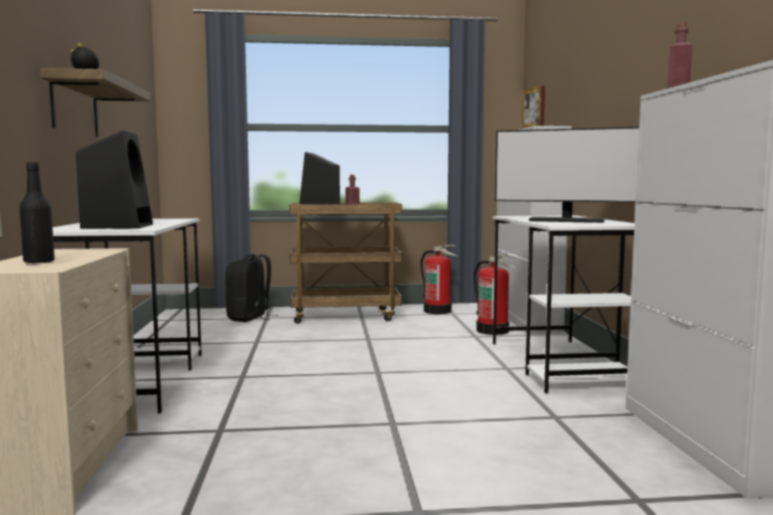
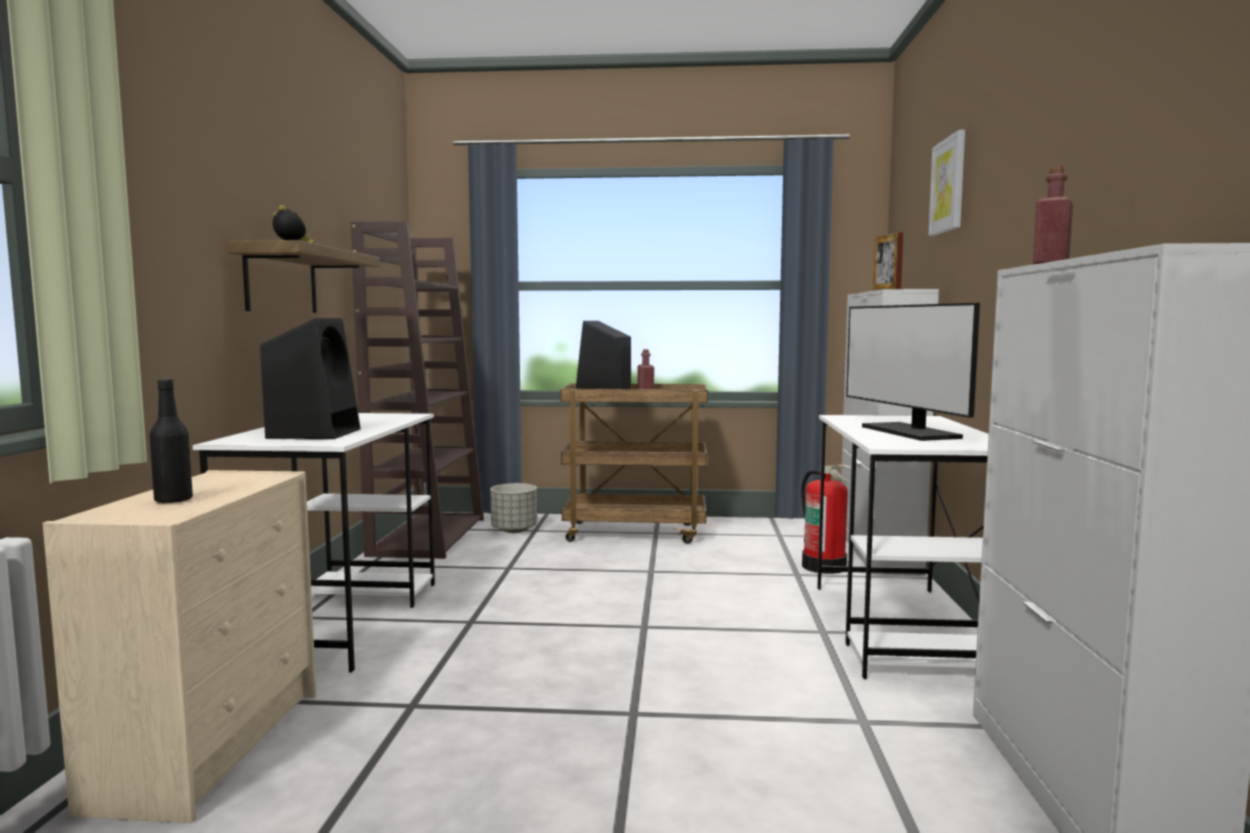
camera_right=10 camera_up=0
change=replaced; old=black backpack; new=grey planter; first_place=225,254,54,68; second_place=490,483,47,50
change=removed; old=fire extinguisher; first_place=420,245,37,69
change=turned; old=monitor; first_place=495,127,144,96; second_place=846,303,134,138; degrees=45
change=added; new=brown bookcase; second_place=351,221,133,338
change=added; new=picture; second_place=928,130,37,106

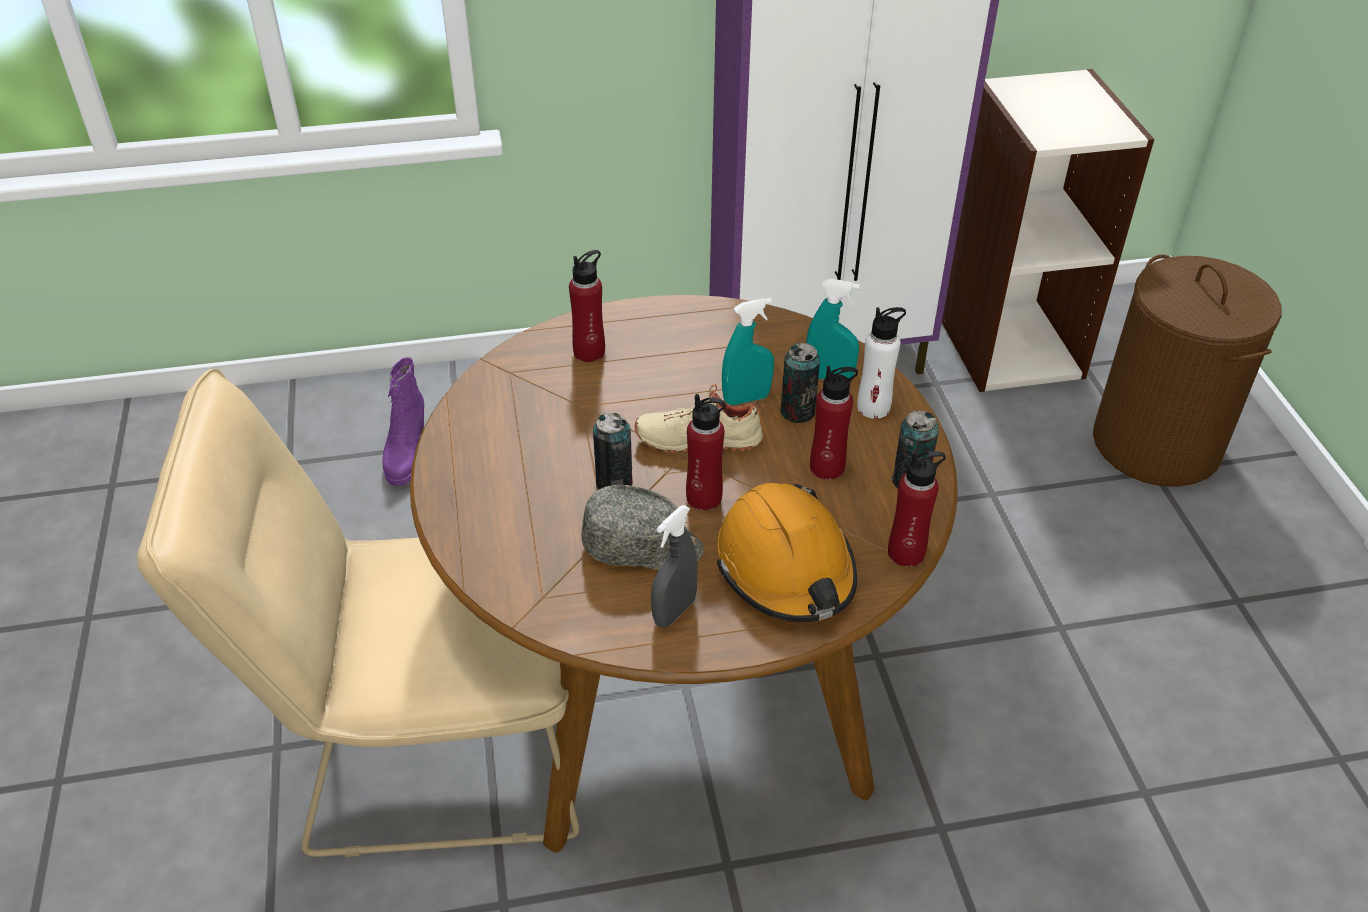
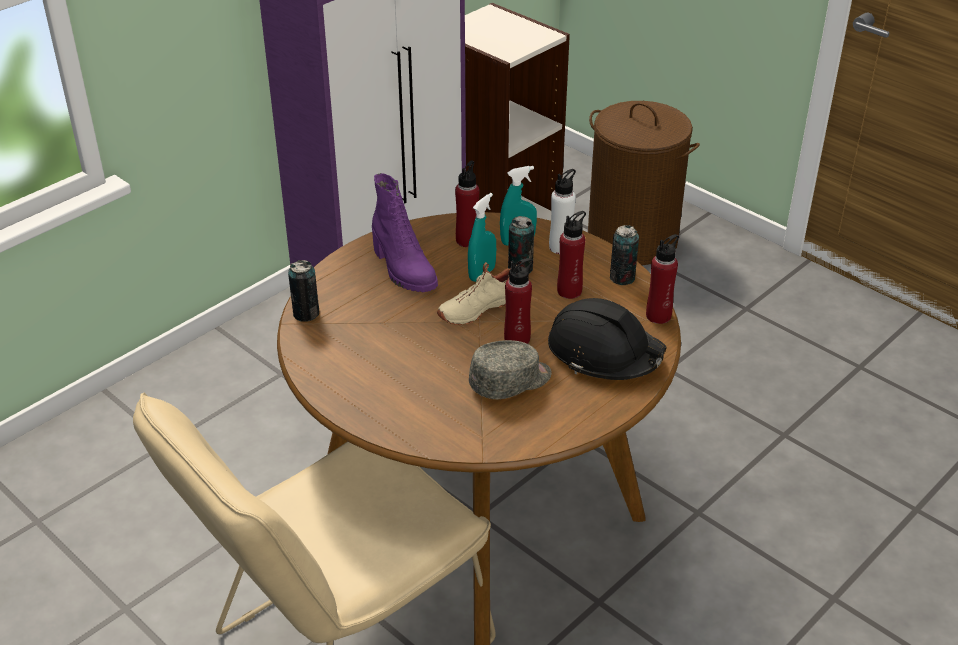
camera_right=-35 camera_up=-5
change=moved; old=purple boot; first_place=382,357,42,129; second_place=372,173,66,119
change=moved; old=red bottle; first_place=569,250,36,112; second_place=455,161,24,86
change=moved; old=can; first_place=593,413,40,77; second_place=288,260,31,62
change=removed; old=grey spray bottle; first_place=651,505,47,123
change=recoloured; old=orange hard hat; new=black hard hat; first_place=717,483,140,139; second_place=548,298,119,82

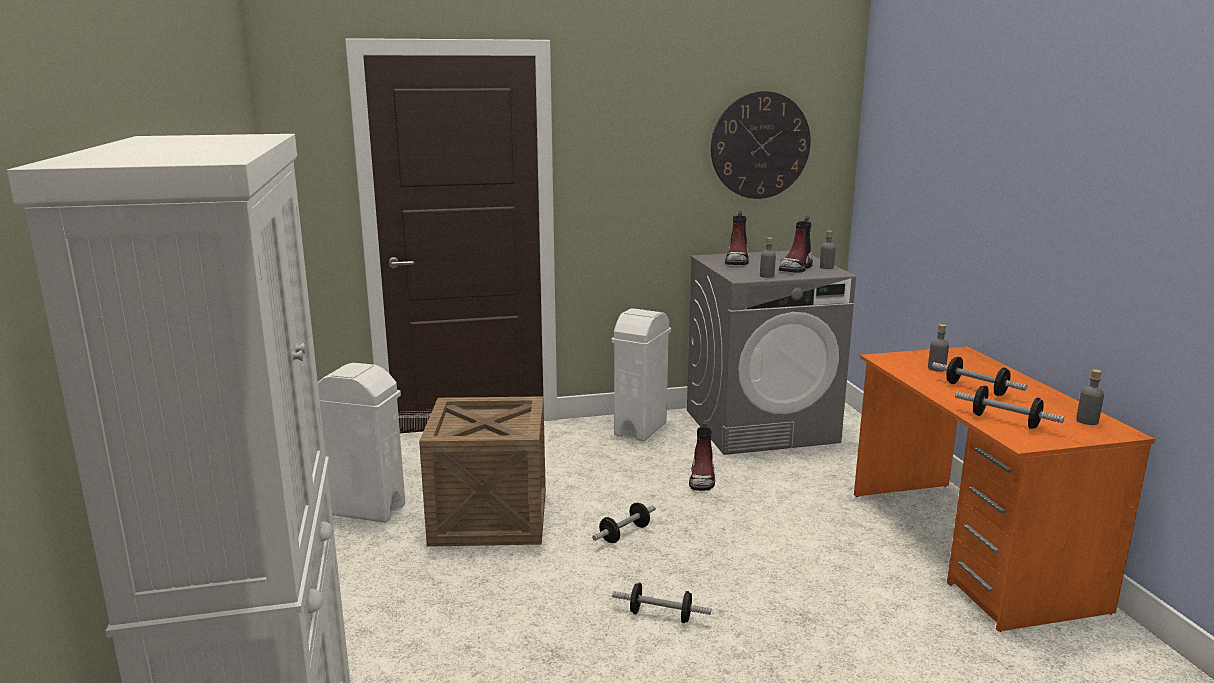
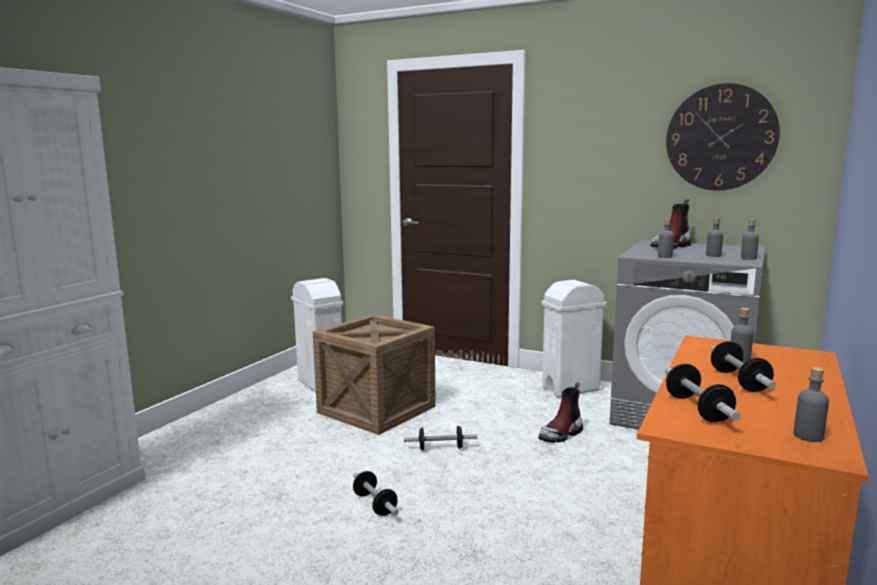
camera_right=40 camera_up=-5
change=replaced; old=boot; new=grey bottle; first_place=779,216,34,57; second_place=706,218,17,39

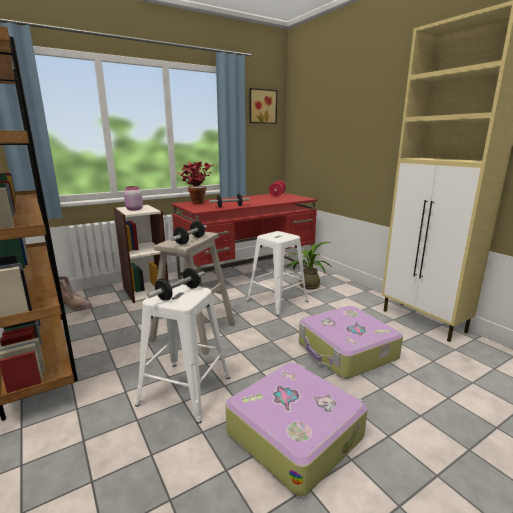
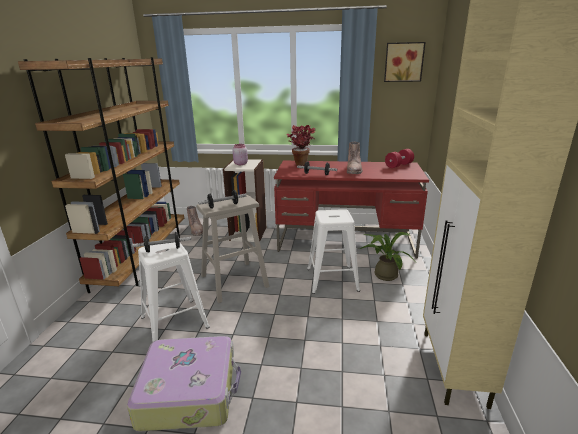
camera_right=40 camera_up=5
change=removed; old=suitcase; first_place=299,306,104,73
change=added; new=brown boot; second_place=347,142,16,32

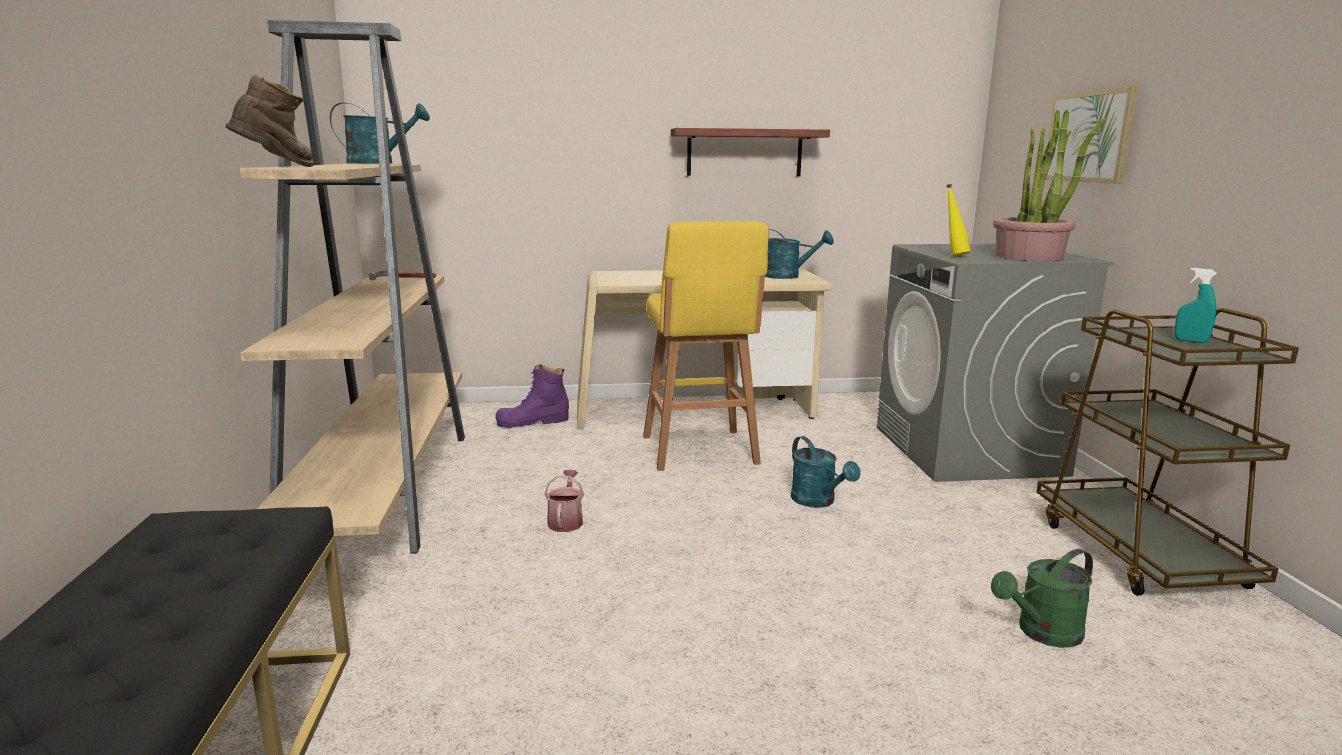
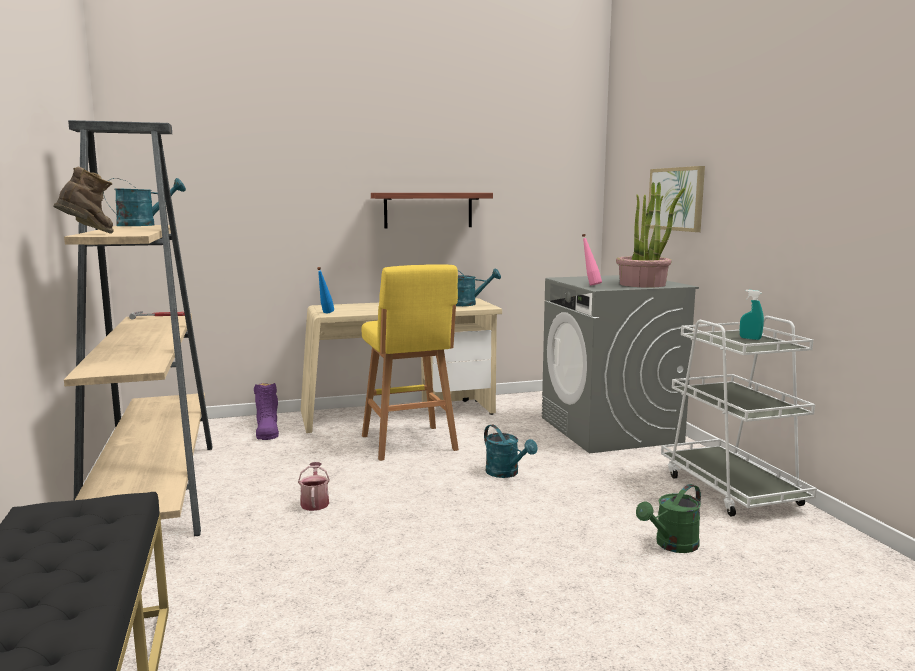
camera_right=-10 camera_up=-5
change=turned; old=purple boot; first_place=495,364,74,64; second_place=254,383,25,57; degrees=-75
change=recoloured; old=yellow bottle; new=pink bottle; first_place=946,184,24,72; second_place=582,234,20,52
change=recoloured; old=brown cart; new=white cart; first_place=1036,308,263,288; second_place=661,316,156,200
change=added; new=blue bottle; second_place=317,267,17,46

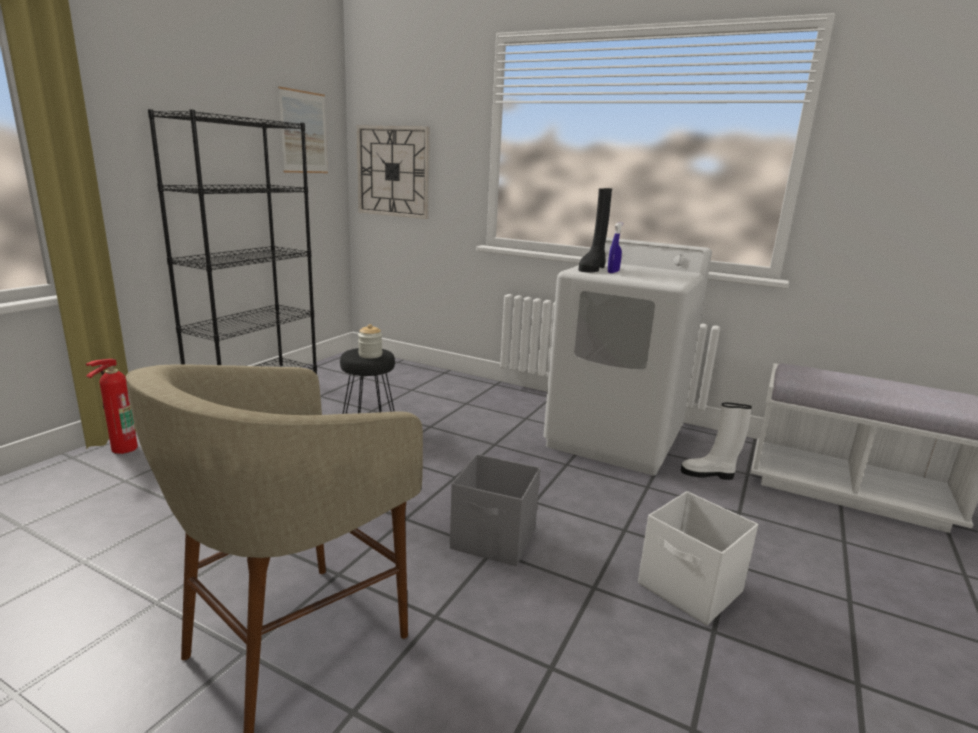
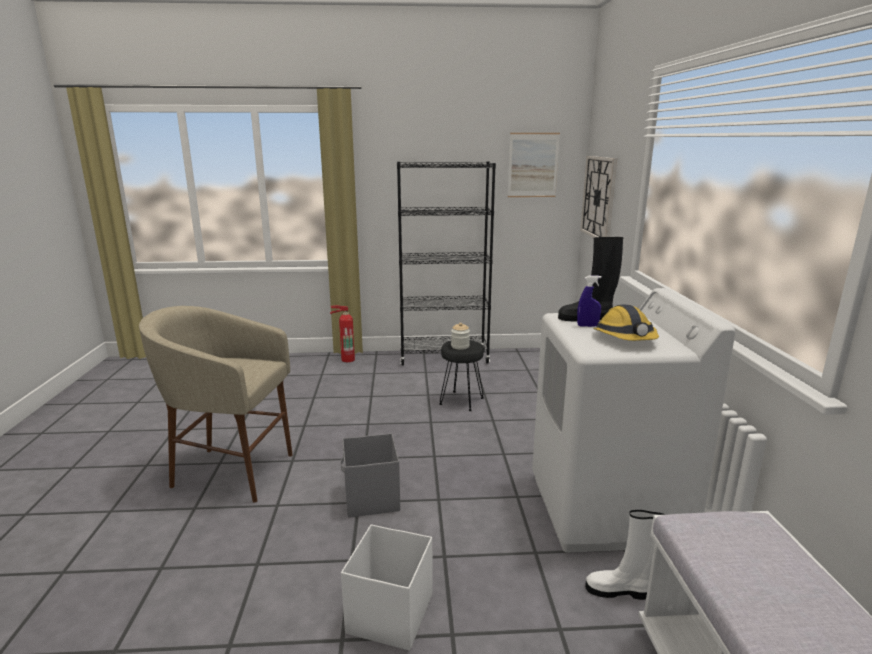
camera_right=60 camera_up=0
change=turned; old=white boot; first_place=681,403,71,77; second_place=585,510,80,90; degrees=-60
change=added; new=hard hat; second_place=593,305,66,36

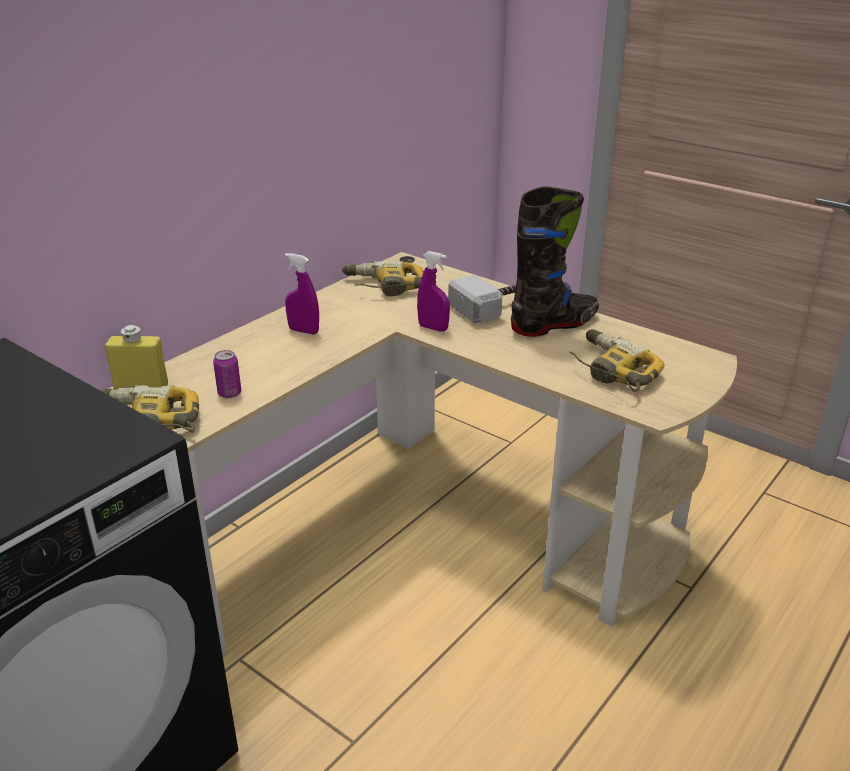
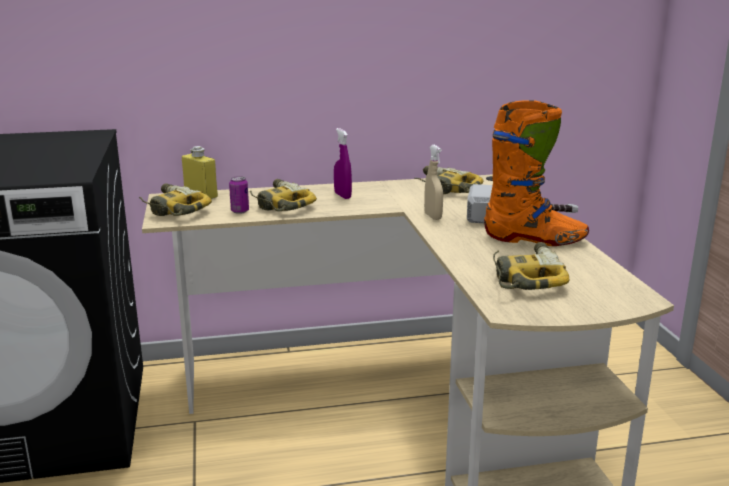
camera_right=40 camera_up=-10
change=recoloured; old=purple spray bottle; new=beige spray bottle; first_place=417,251,33,81; second_place=424,145,19,75
change=recoloured; old=black boot; new=orange boot; first_place=511,186,88,151; second_place=484,100,105,146
change=added; new=power drill; second_place=250,179,67,32

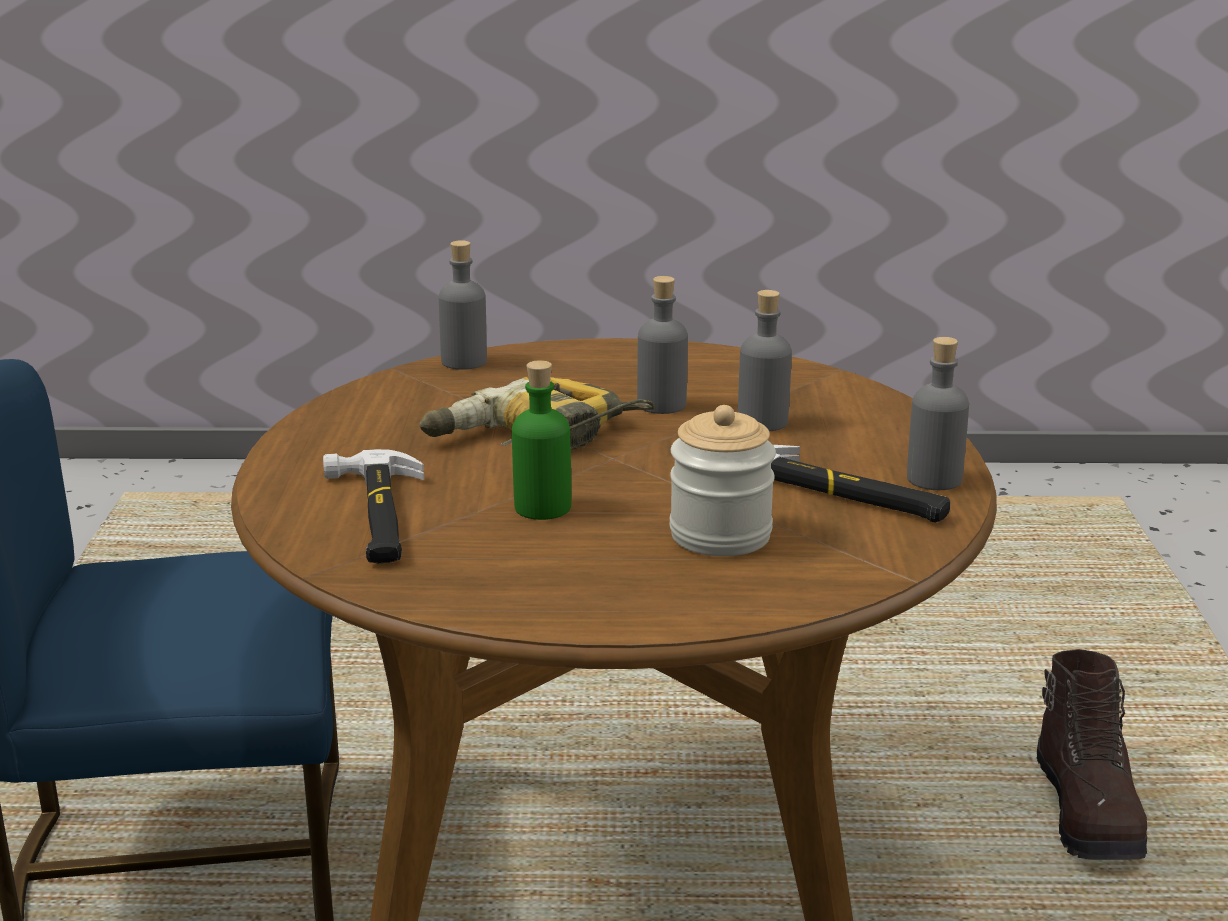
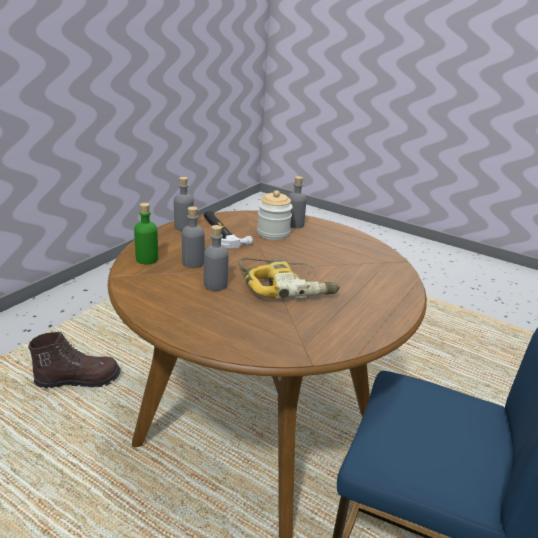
camera_right=-150 camera_up=5
change=removed; old=hammer; first_place=323,449,101,114
change=moved; old=grey bottle; first_place=439,240,48,130; second_place=288,176,19,52
change=moved; old=green bottle; first_place=512,360,59,160; second_place=134,203,24,61
change=turned; old=brown boot; first_place=1037,649,110,211; second_place=28,332,93,56; degrees=45

